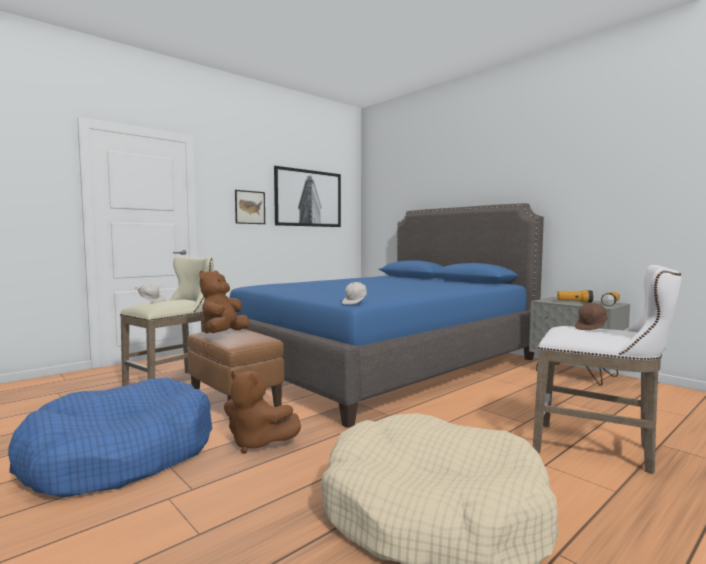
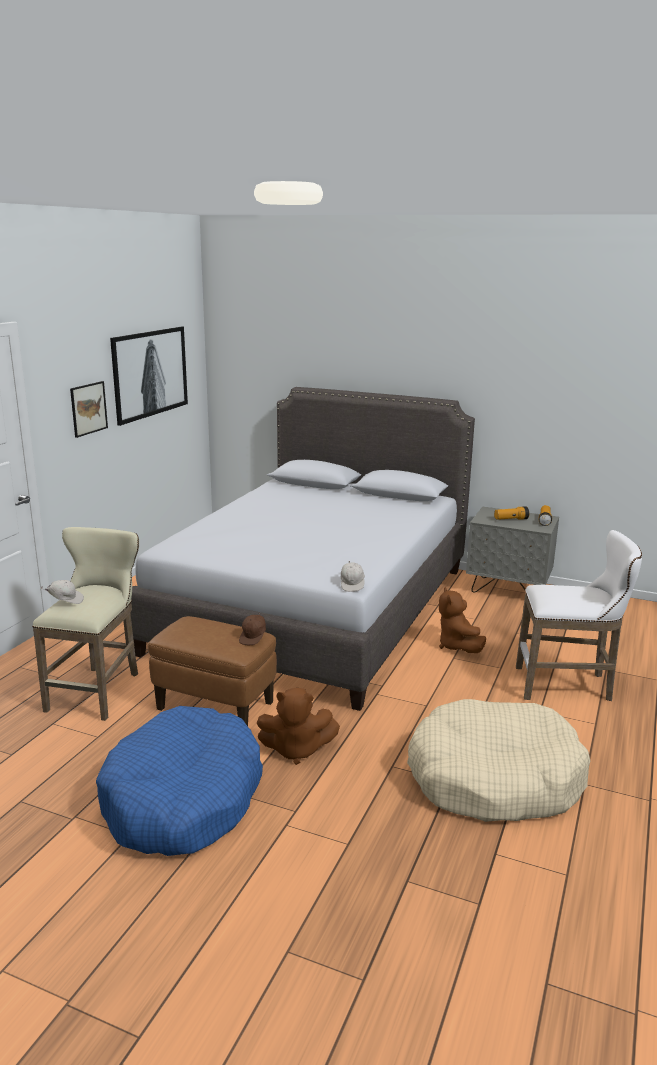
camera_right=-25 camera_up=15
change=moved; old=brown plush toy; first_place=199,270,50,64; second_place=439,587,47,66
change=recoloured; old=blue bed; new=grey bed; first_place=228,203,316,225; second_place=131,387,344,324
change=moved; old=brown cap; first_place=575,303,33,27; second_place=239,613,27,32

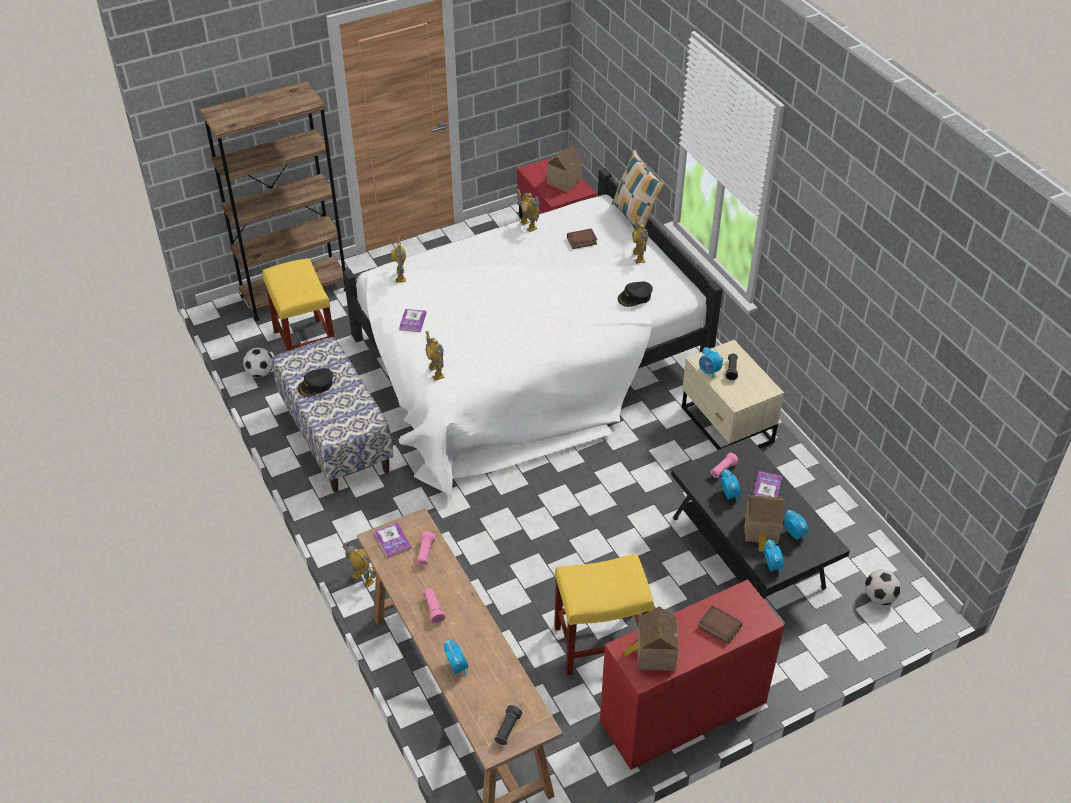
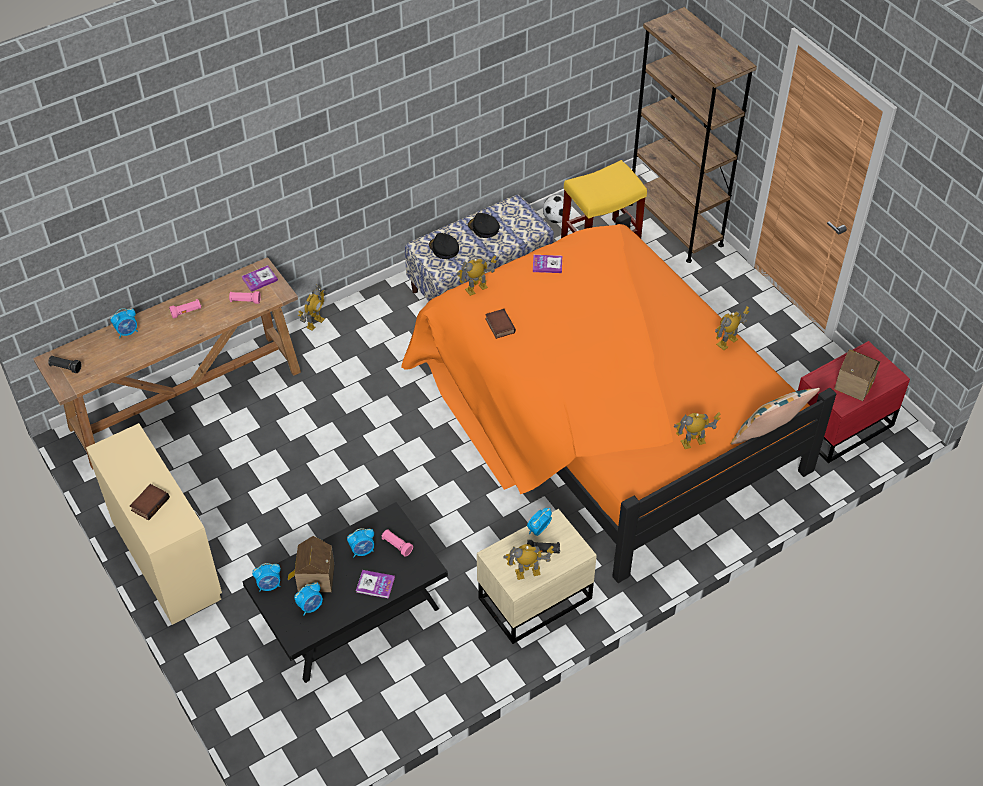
camera_right=85 camera_up=5
change=recoloured; old=white bed; new=orange bed; first_place=343,168,380,333; second_place=401,213,435,370
change=moved; old=toy robot; first_place=391,236,15,47; second_place=503,544,51,36
change=removed; old=yellow stool; first_place=554,553,100,122
change=moved; old=book; first_place=567,229,30,20; second_place=485,309,31,30
change=recoloured; old=red desk; new=beige desk; first_place=600,579,185,191; second_place=86,423,136,202
change=moved; old=black cap; first_place=618,281,35,26; second_place=429,233,30,26
change=removed; old=toy house; first_place=625,606,54,65
change=removed; old=football; first_place=865,570,36,35

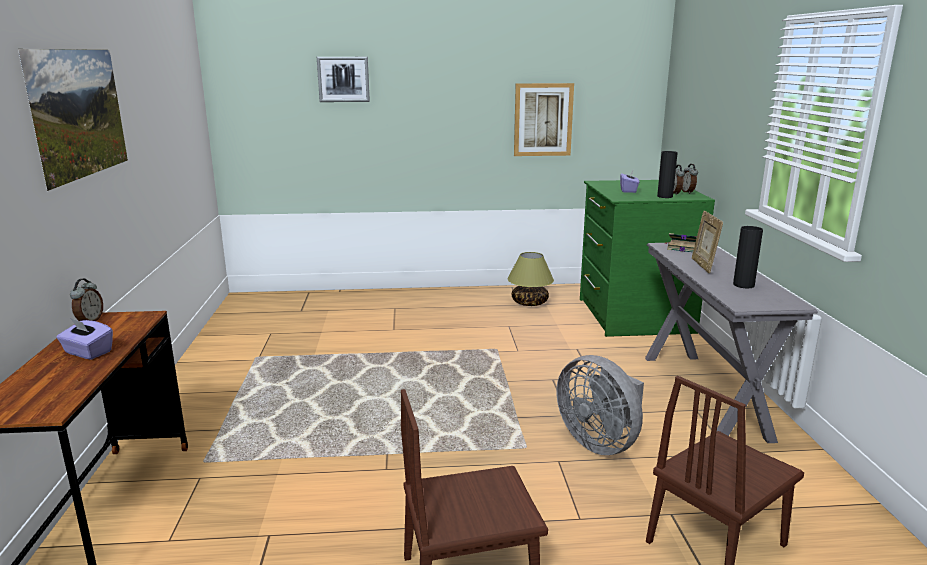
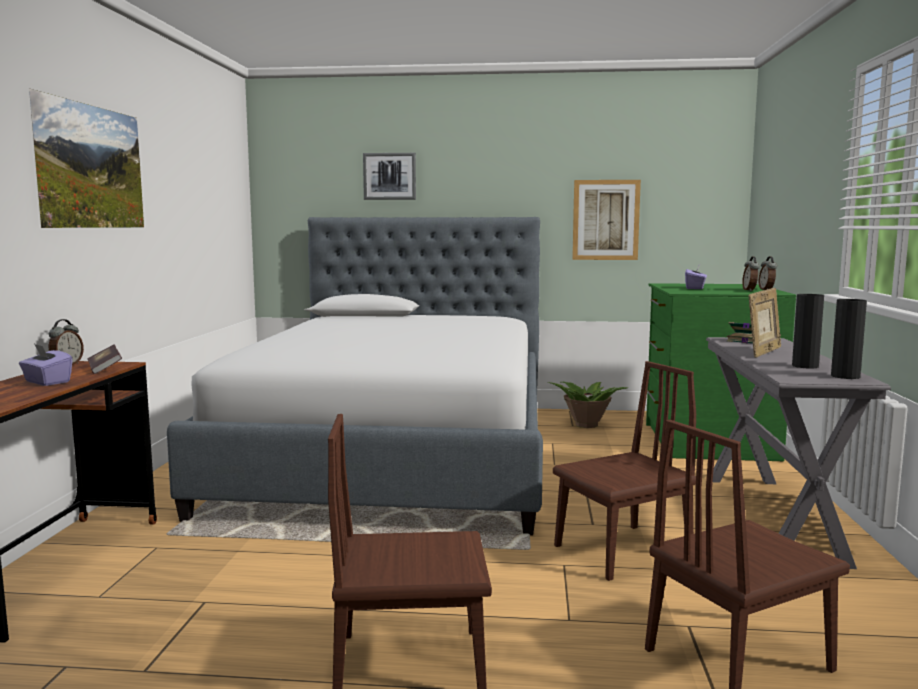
camera_right=10 camera_up=-10
change=replaced; old=table lamp; new=potted plant; first_place=507,252,47,54; second_place=548,382,81,46
change=replaced; old=grey fan; new=brown chair; first_place=557,355,87,100; second_place=553,361,143,220
change=moved; old=black vase; first_place=657,151,21,47; second_place=831,299,36,80
change=turned; old=picture frame; first_place=692,211,31,62; second_place=749,288,32,70; degrees=-150
change=added; new=book; second_place=87,344,35,30
change=added; new=bed; second_place=167,217,376,318

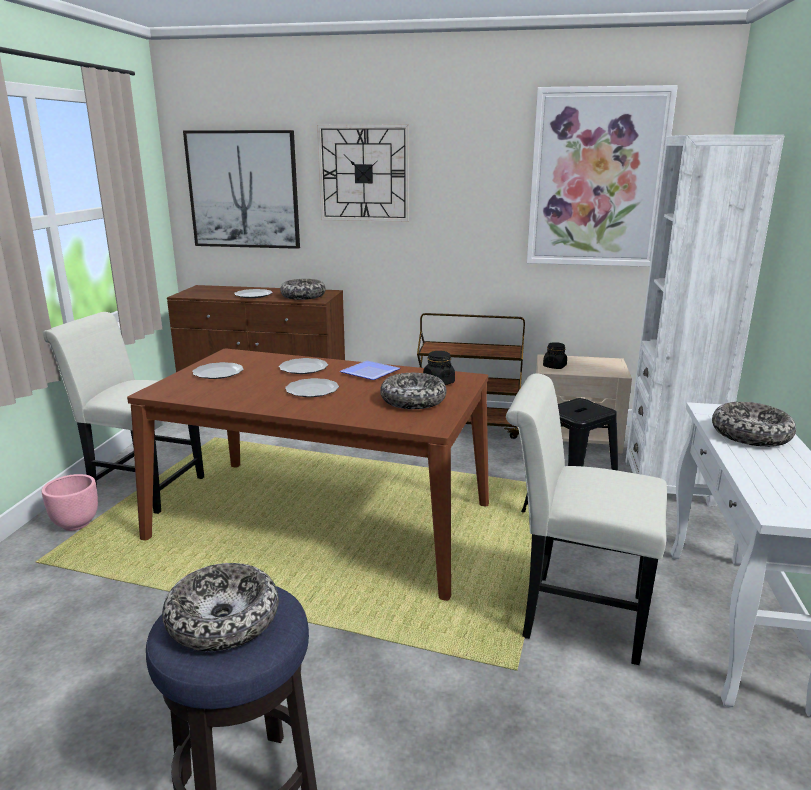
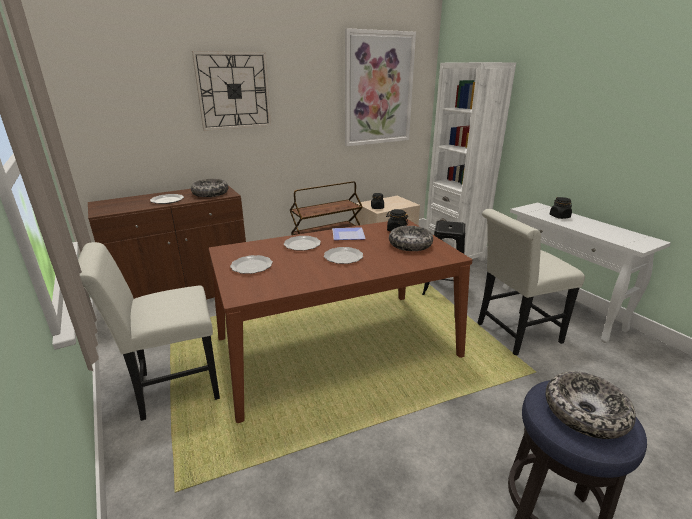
camera_right=-40 camera_up=5
change=removed; old=pink planter; first_place=42,474,56,57
change=removed; old=picture; first_place=183,130,117,119
change=replaced; old=bowl; new=black jar; first_place=712,402,84,45; second_place=550,197,22,22

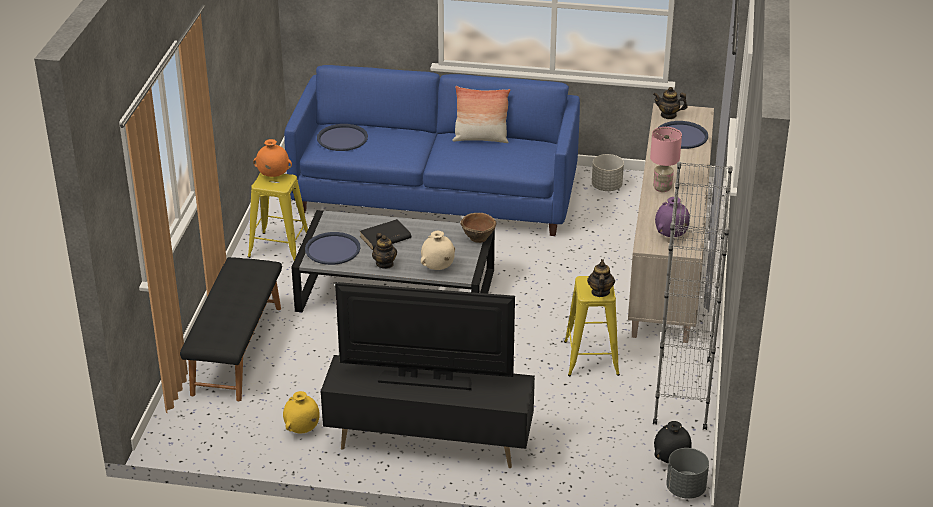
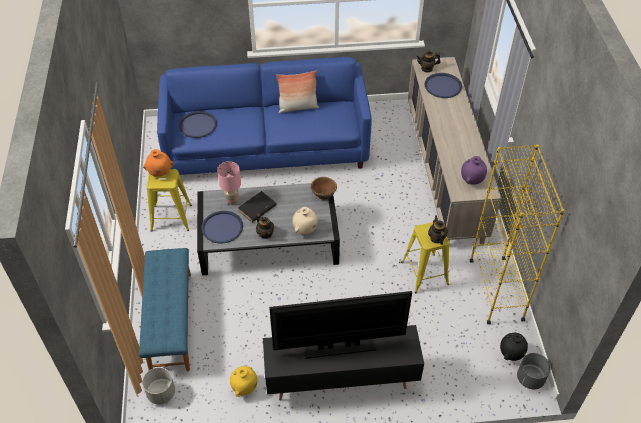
camera_right=-15 camera_up=15
change=recoloured; old=black bench; new=blue bench; first_place=180,257,102,144; second_place=139,248,52,123
change=moved; old=grey planter; first_place=592,154,32,37; second_place=142,367,33,38
change=moved; old=pink table lamp; first_place=650,127,32,65; second_place=217,161,24,44
change=recoloured; old=grey bookcase; new=yellow bookcase; first_place=653,161,80,269; second_place=470,144,95,180

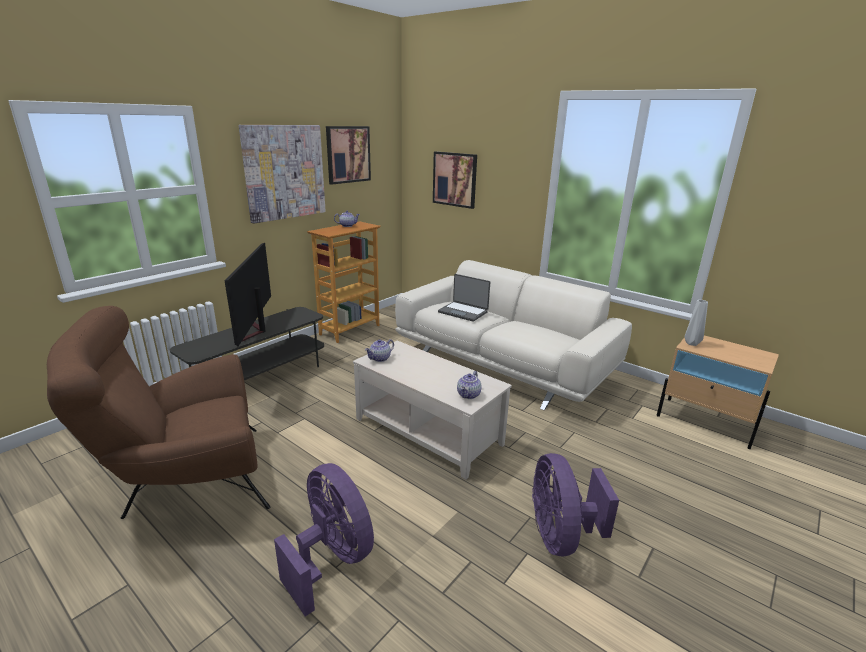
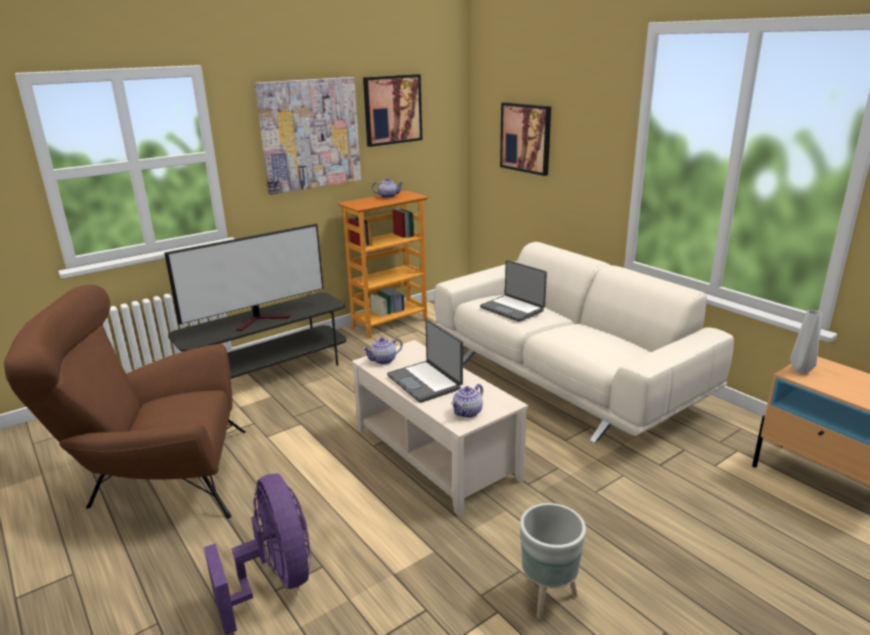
camera_right=15 camera_up=0
change=turned; old=television; first_place=225,243,46,103; second_place=164,224,159,107; degrees=-135
change=replaced; old=purple fan; new=grey planter; first_place=532,453,87,104; second_place=520,503,66,117
change=added; new=laptop; second_place=387,319,76,84

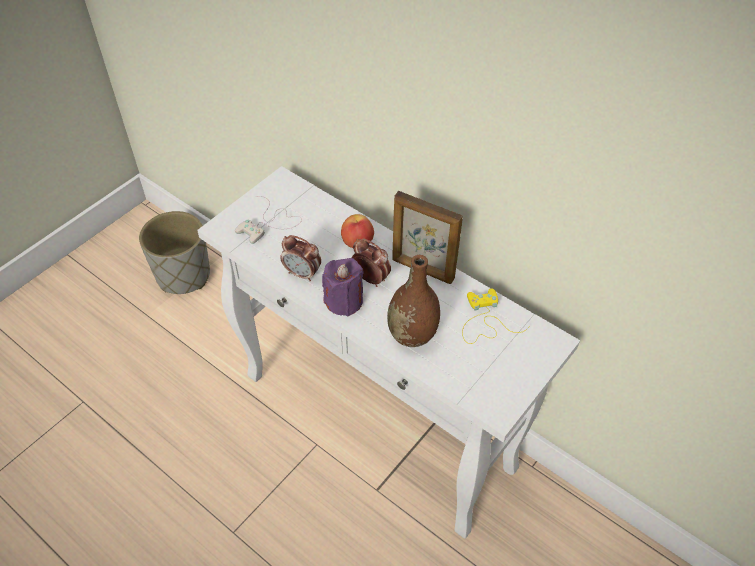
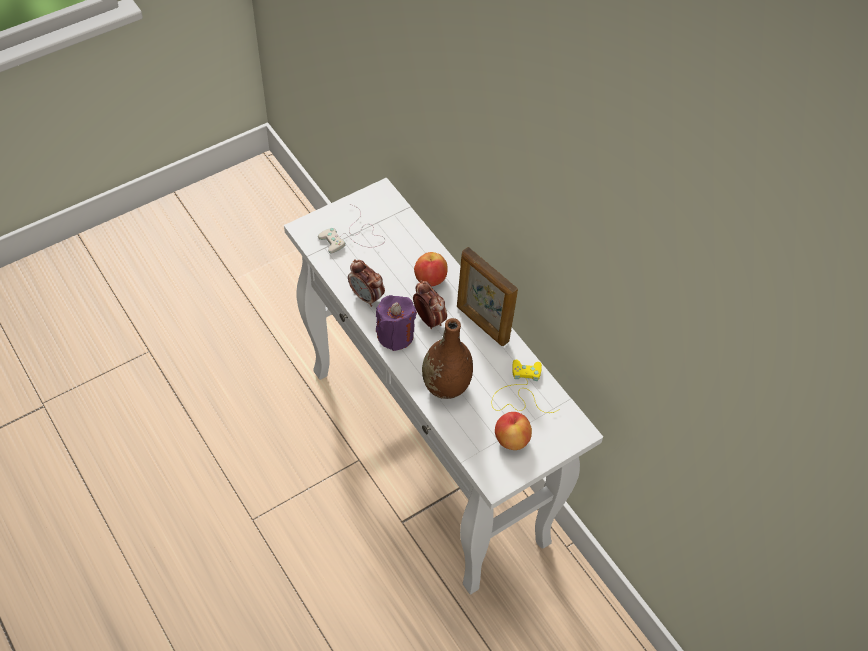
camera_right=15 camera_up=5
change=removed; old=grey planter; first_place=139,211,71,83
change=added; new=apple; second_place=495,412,37,38

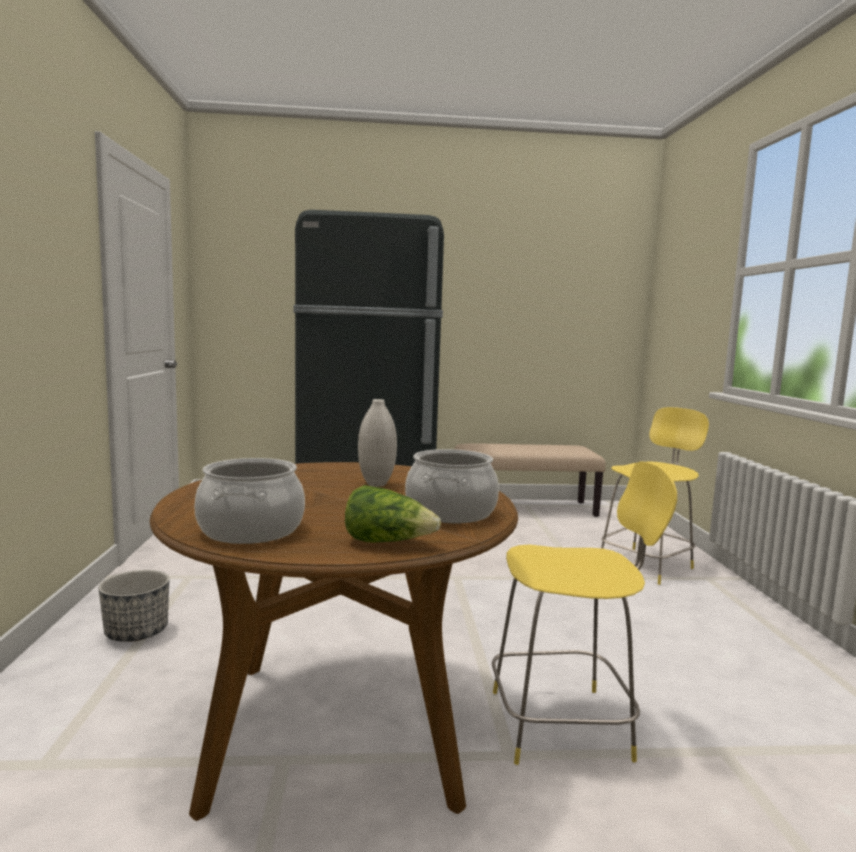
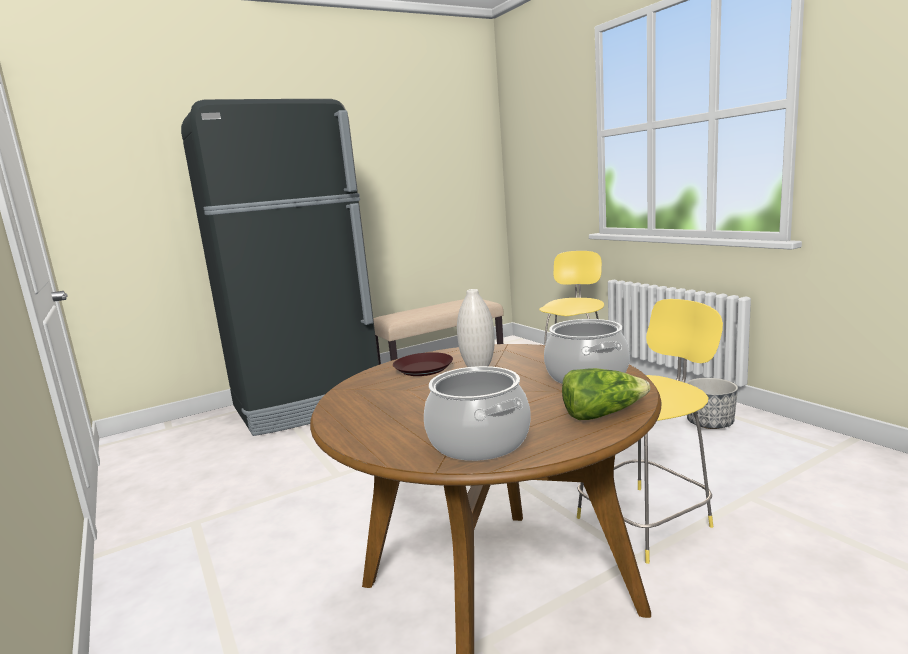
camera_right=-25 camera_up=5
change=moved; old=planter; first_place=98,570,71,72; second_place=686,378,52,51
change=added; new=brown plate; second_place=393,352,60,24

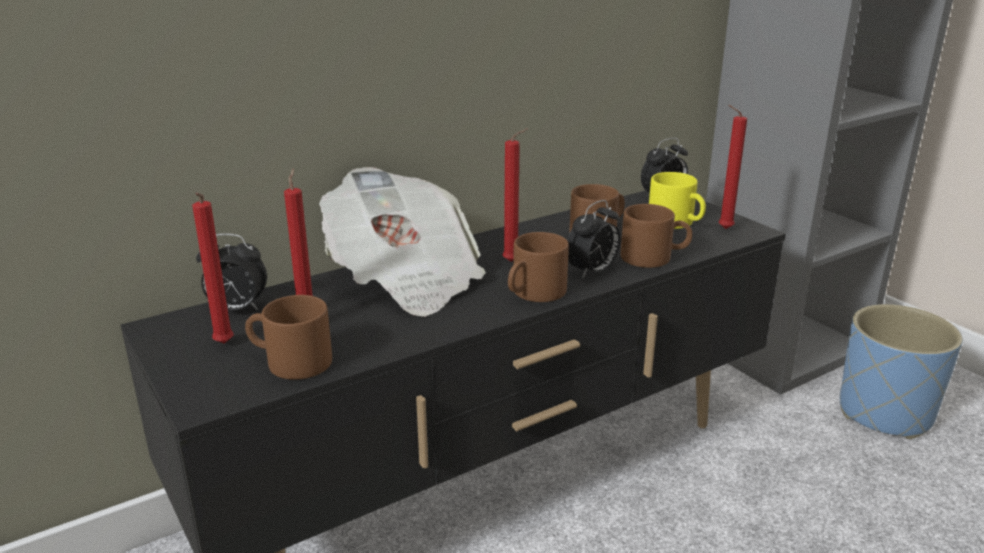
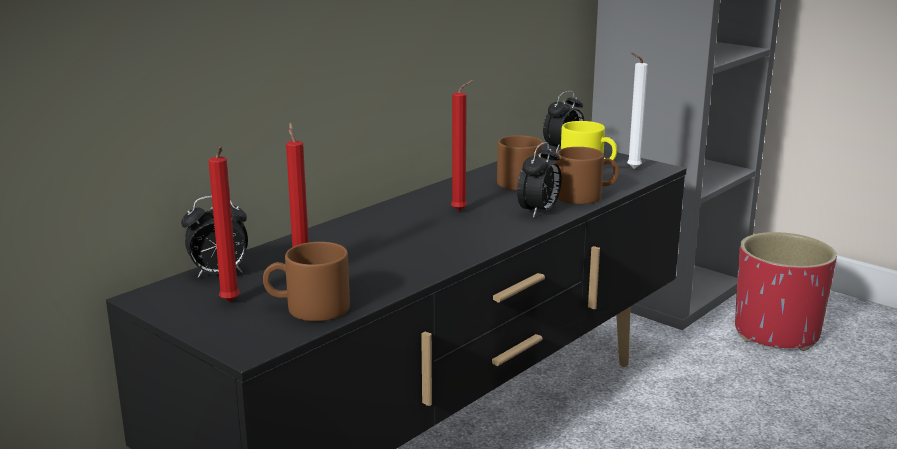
camera_right=-15 camera_up=-5
change=removed; old=newspaper; first_place=319,167,167,150
change=removed; old=brown mug; first_place=508,232,61,70
change=recoloured; old=red candle; new=white candle; first_place=719,105,28,124; second_place=627,52,21,117
change=recoloured; old=blue planter; new=red planter; first_place=840,304,123,135; second_place=735,232,102,119

